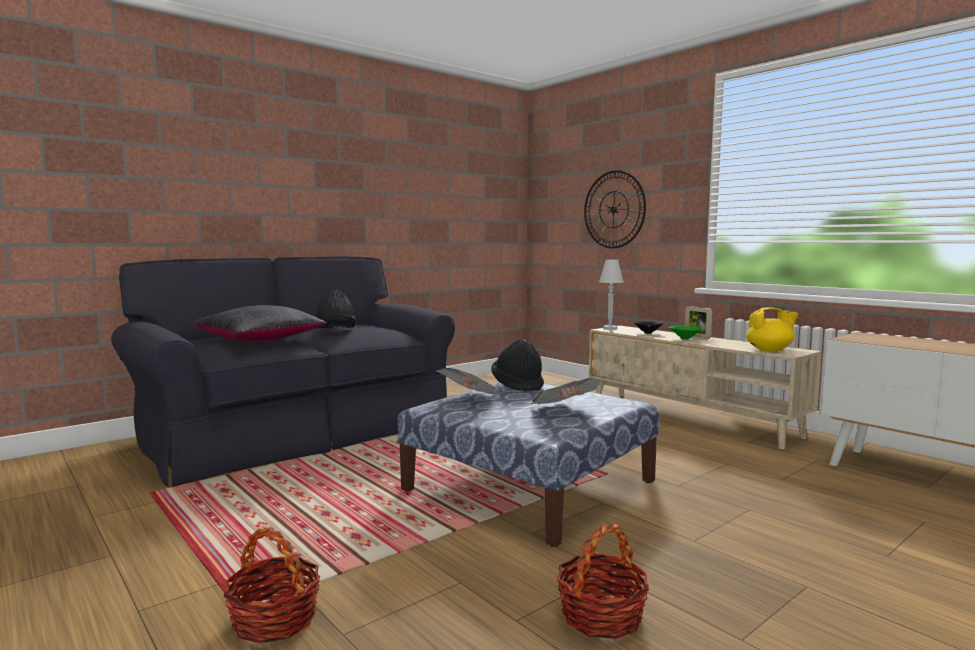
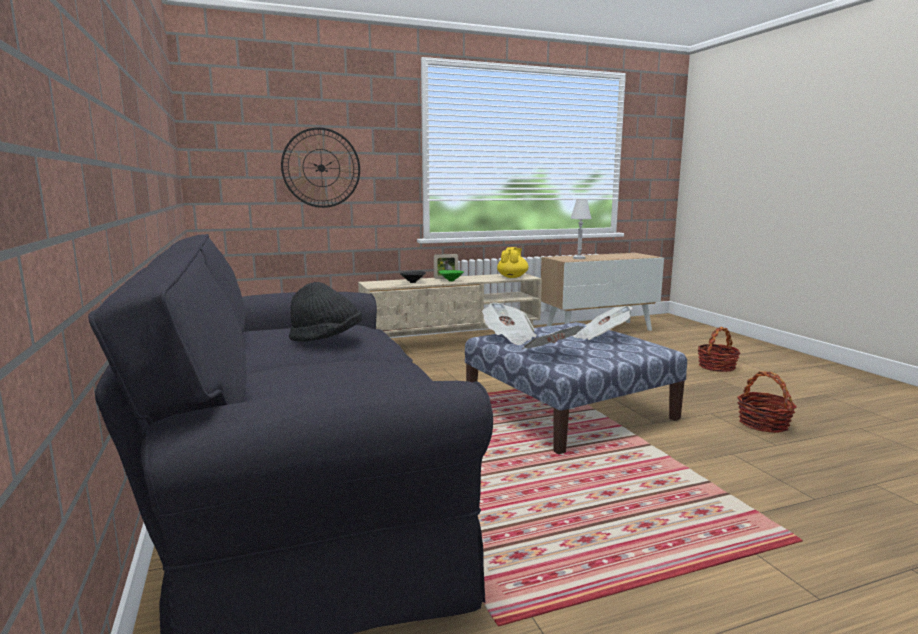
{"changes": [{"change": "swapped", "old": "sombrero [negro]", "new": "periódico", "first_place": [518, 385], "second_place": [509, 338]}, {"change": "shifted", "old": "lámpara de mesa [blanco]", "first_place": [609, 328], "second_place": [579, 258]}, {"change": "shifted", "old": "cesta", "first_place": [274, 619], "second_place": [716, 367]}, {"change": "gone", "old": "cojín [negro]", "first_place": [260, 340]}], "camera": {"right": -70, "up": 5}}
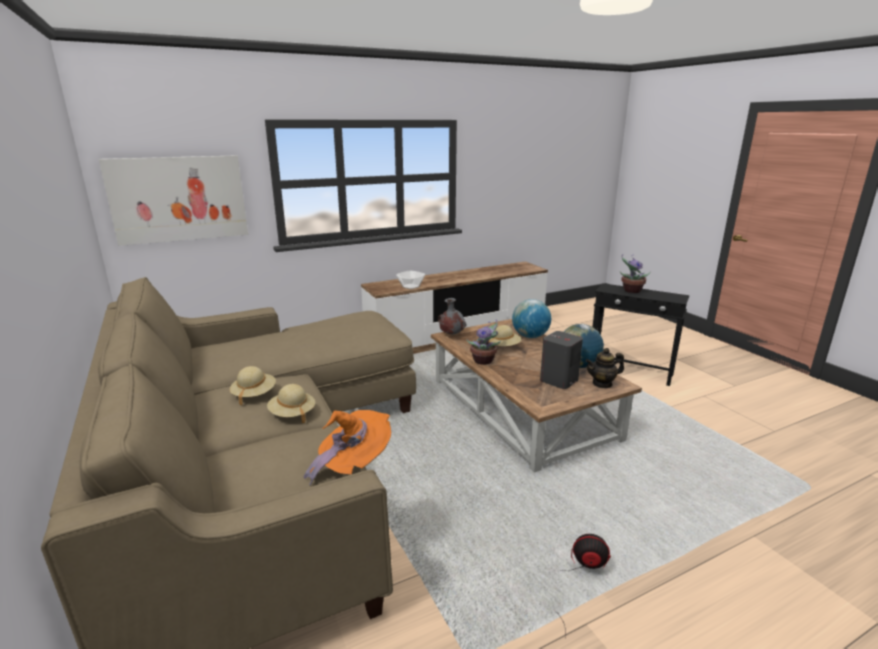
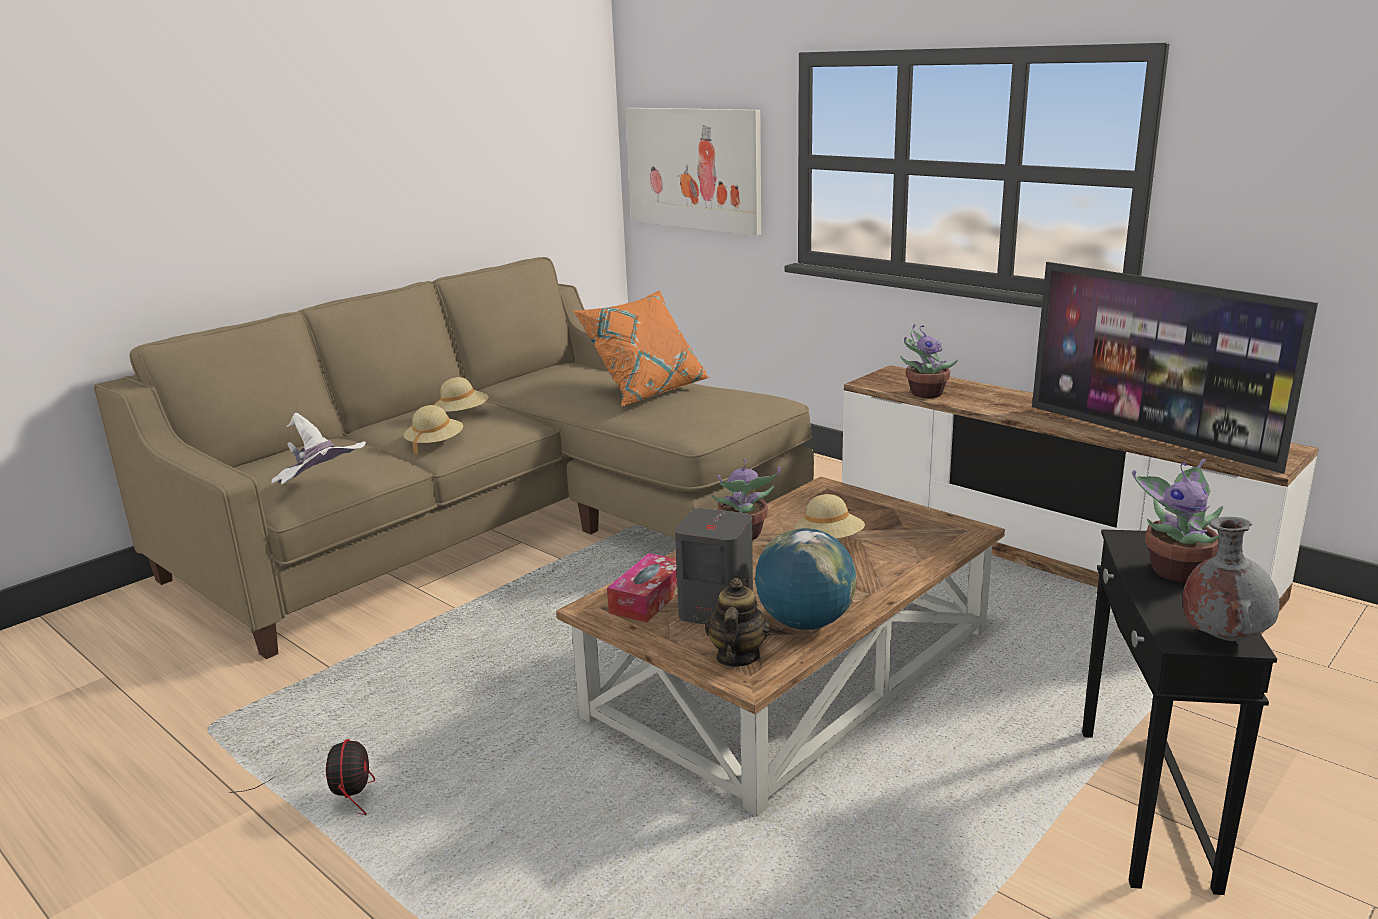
{"changes": [{"change": "repainted", "old": "sombrero [naranja]", "new": "sombrero [blanco]", "first_place": [353, 464], "second_place": [321, 491]}, {"change": "new", "new": "cojín [naranja]", "second_place": [646, 391]}, {"change": "new", "new": "caja de pañuelos", "second_place": [648, 599]}, {"change": "rotated", "old": "tetera", "first_place": [602, 383], "second_place": [737, 656], "degrees": 45}, {"change": "swapped", "old": "cuenco", "new": "planta en maceta", "first_place": [410, 287], "second_place": [924, 394]}, {"change": "new", "new": "televisor", "second_place": [1150, 437]}, {"change": "shifted", "old": "florero [gris]", "first_place": [451, 334], "second_place": [1222, 637]}, {"change": "gone", "old": "globo terráqueo", "first_place": [530, 336]}], "camera": {"right": 70, "up": 0}}
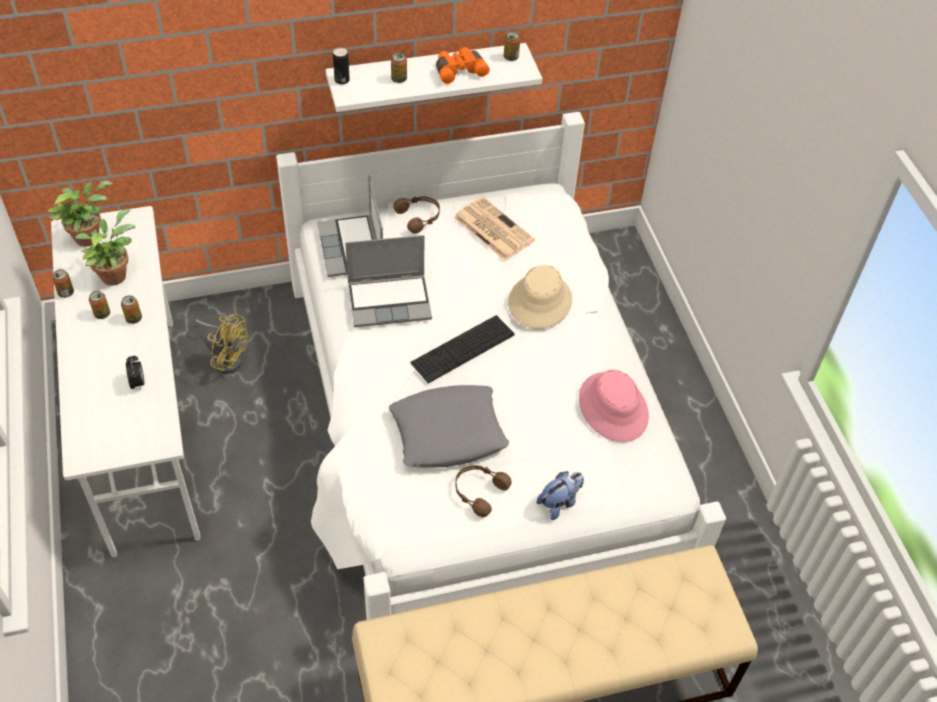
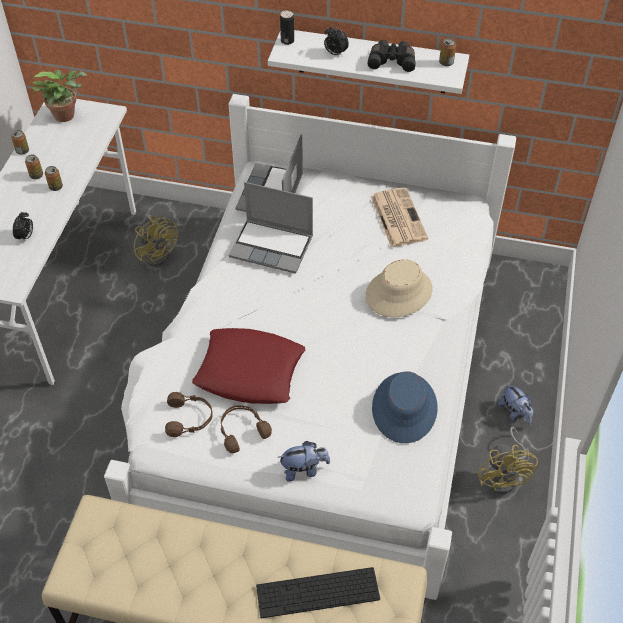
{"changes": [{"change": "shifted", "old": "auriculares [marrón]", "first_place": [419, 217], "second_place": [190, 418]}, {"change": "repainted", "old": "cojín [gris]", "new": "cojín [rojo]", "first_place": [448, 432], "second_place": [250, 371]}, {"change": "shifted", "old": "teclado", "first_place": [463, 348], "second_place": [317, 592]}, {"change": "swapped", "old": "lata", "new": "despertador", "first_place": [399, 79], "second_place": [335, 53]}, {"change": "repainted", "old": "prismáticos [naranja]", "new": "prismáticos [negro]", "first_place": [459, 70], "second_place": [392, 61]}, {"change": "repainted", "old": "sombrero [rosa]", "new": "sombrero [azul]", "first_place": [613, 407], "second_place": [404, 408]}, {"change": "new", "new": "ventilador [amarillo]", "second_place": [504, 475]}, {"change": "new", "new": "peluche", "second_place": [514, 413]}, {"change": "gone", "old": "planta en maceta", "first_place": [115, 274]}], "camera": {"right": 30, "up": 0}}
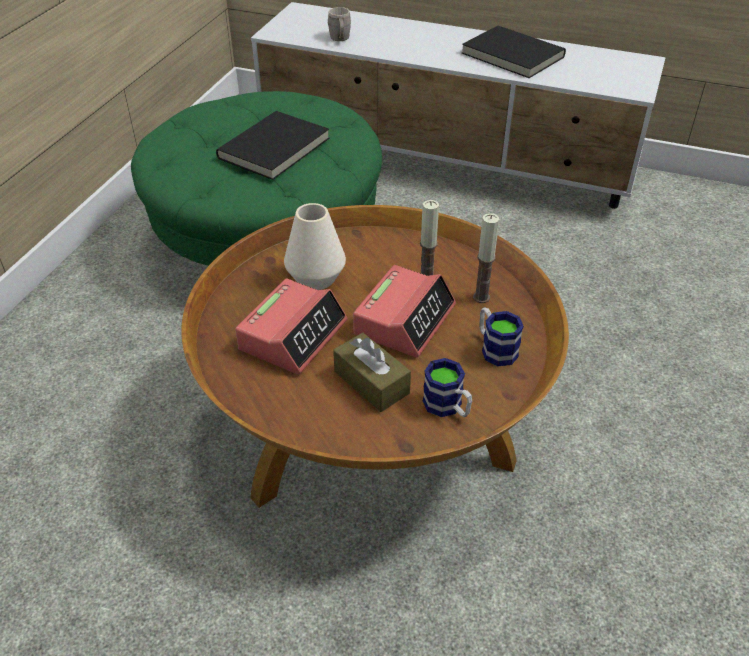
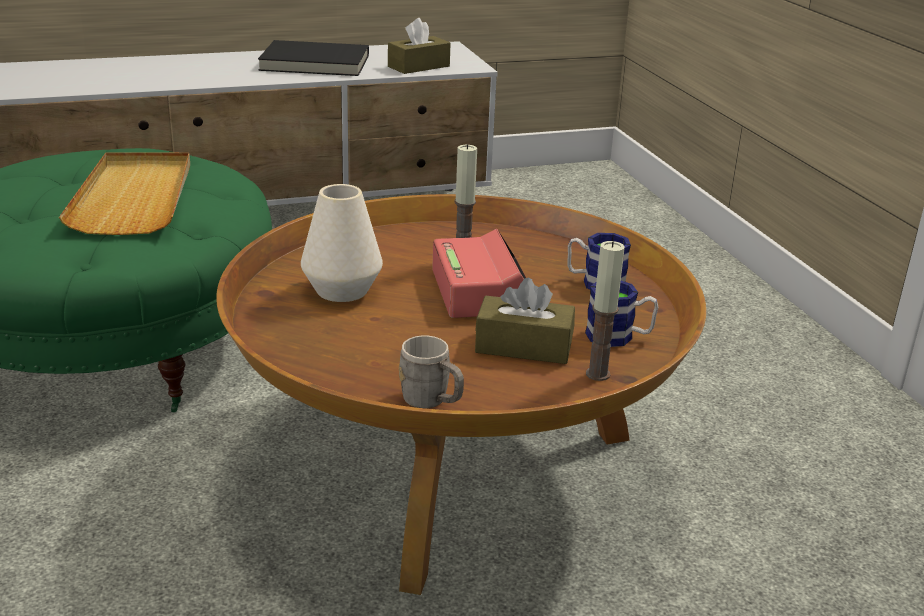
{"changes": [{"change": "swapped", "old": "libro [negro]", "new": "bandeja [beis]", "first_place": [276, 149], "second_place": [135, 197]}, {"change": "new", "new": "caja de pañuelos [marrón]", "second_place": [418, 66]}, {"change": "shifted", "old": "taza grande [gris]", "first_place": [340, 39], "second_place": [431, 402]}, {"change": "shifted", "old": "vela", "first_place": [481, 297], "second_place": [597, 374]}, {"change": "gone", "old": "despertador", "first_place": [293, 335]}], "camera": {"right": -40, "up": -15}}
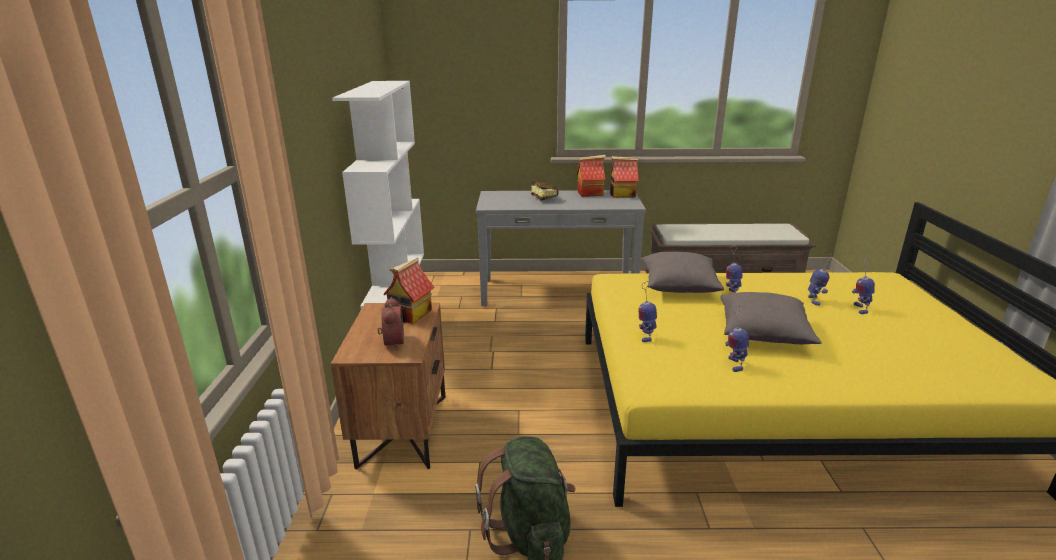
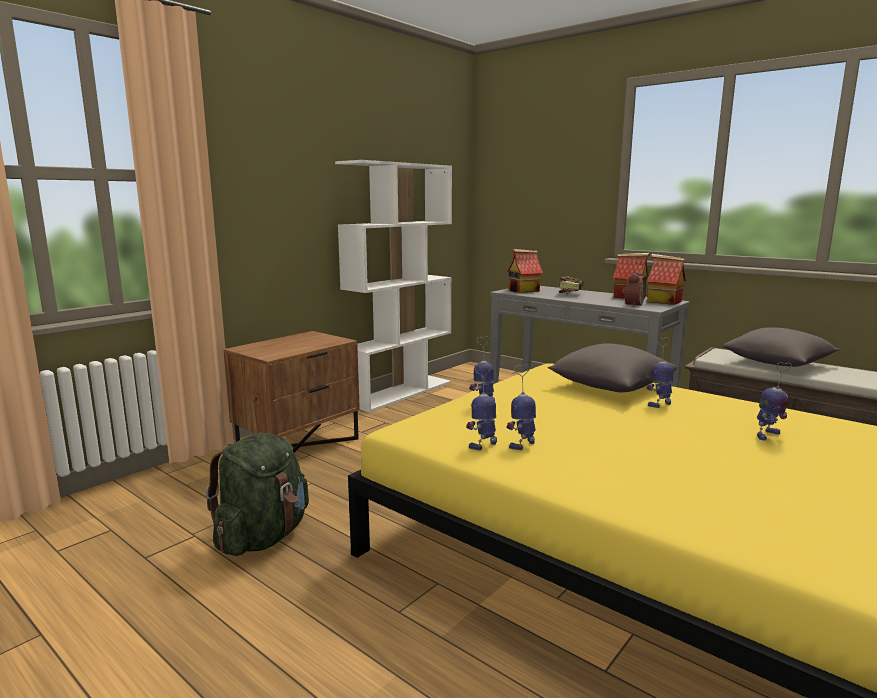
{"changes": [{"change": "shifted", "old": "robot de juguete", "first_place": [859, 309], "second_place": [484, 444]}, {"change": "shifted", "old": "casita", "first_place": [411, 314], "second_place": [523, 291]}, {"change": "shifted", "old": "despertador", "first_place": [392, 342], "second_place": [632, 304]}, {"change": "shifted", "old": "cojín [gris]", "first_place": [763, 334], "second_place": [778, 364]}], "camera": {"right": 40, "up": -10}}
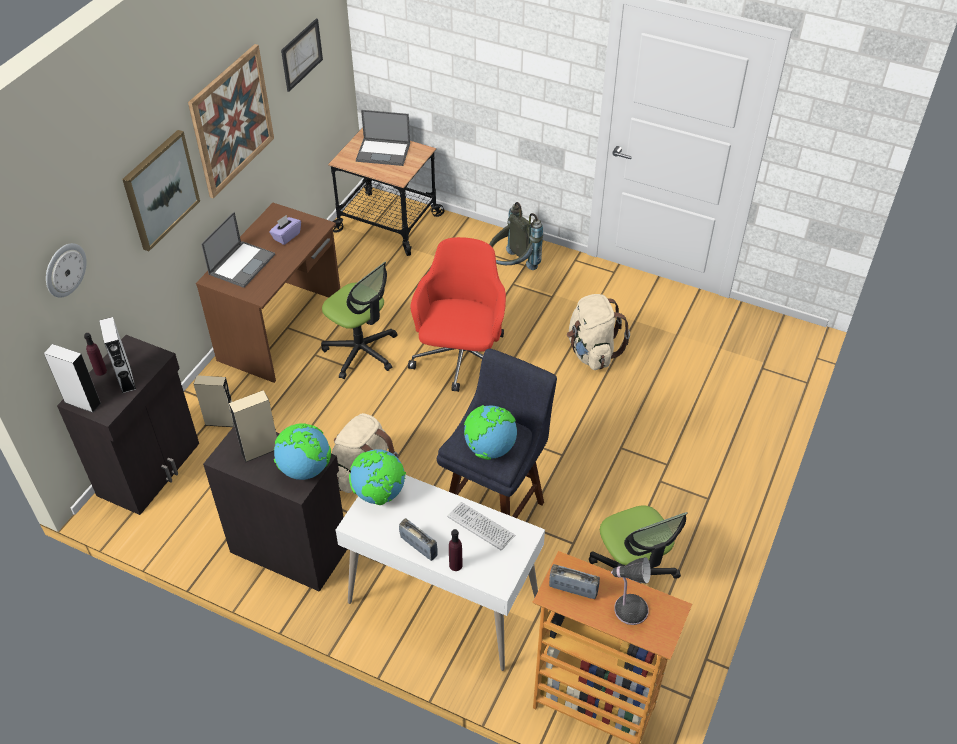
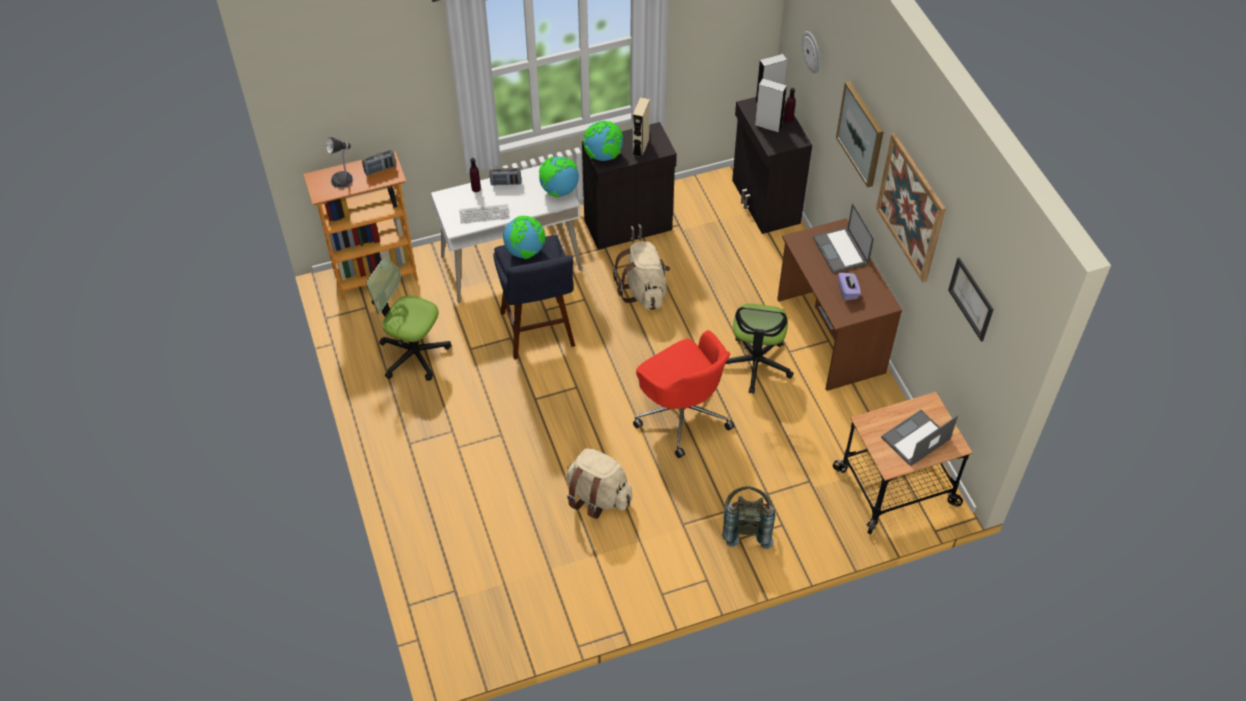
{"changes": [{"change": "rotated", "old": "silla de oficina", "first_place": [361, 351], "second_place": [755, 364], "degrees": -75}, {"change": "gone", "old": "altavoz [beis]", "first_place": [221, 421]}], "camera": {"right": 135, "up": 5}}
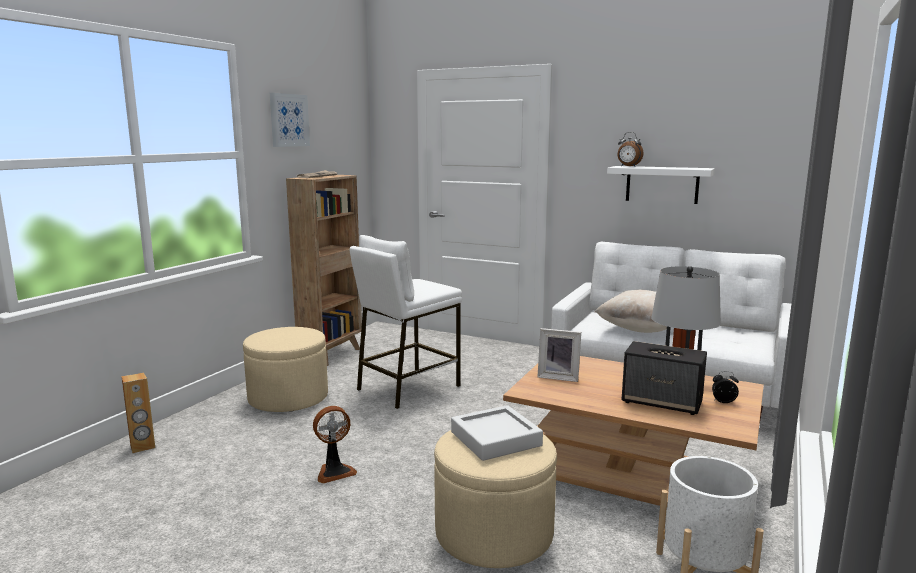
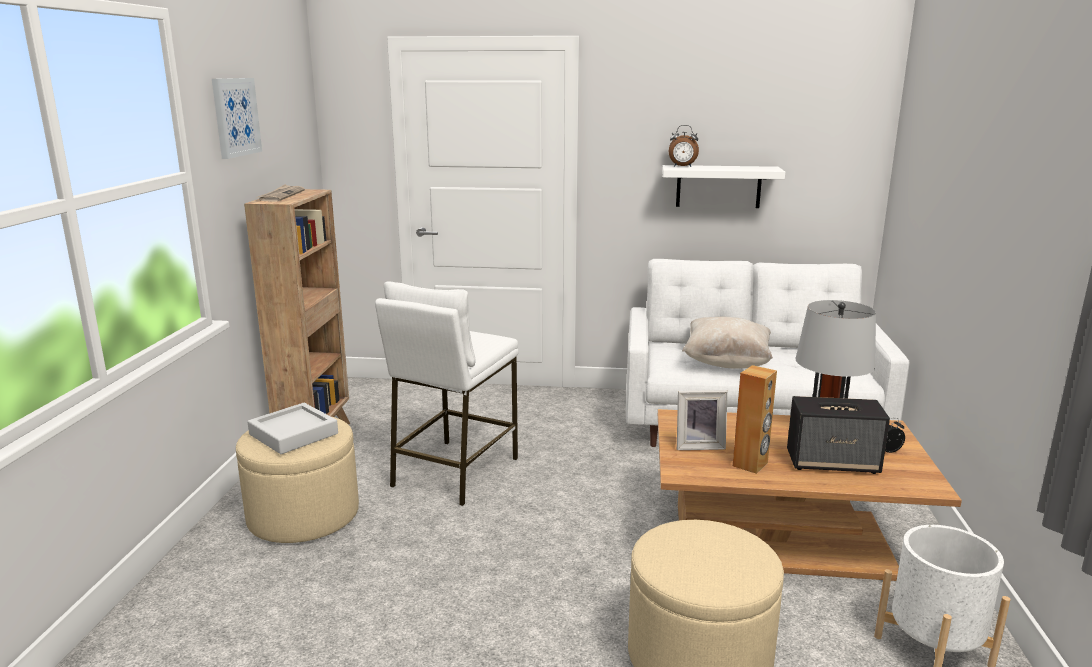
{"changes": [{"change": "shifted", "old": "bandeja [gris]", "first_place": [495, 439], "second_place": [293, 434]}, {"change": "shifted", "old": "altavoz [marrón]", "first_place": [142, 447], "second_place": [750, 464]}, {"change": "gone", "old": "ventilador", "first_place": [334, 472]}], "camera": {"right": -20, "up": 5}}
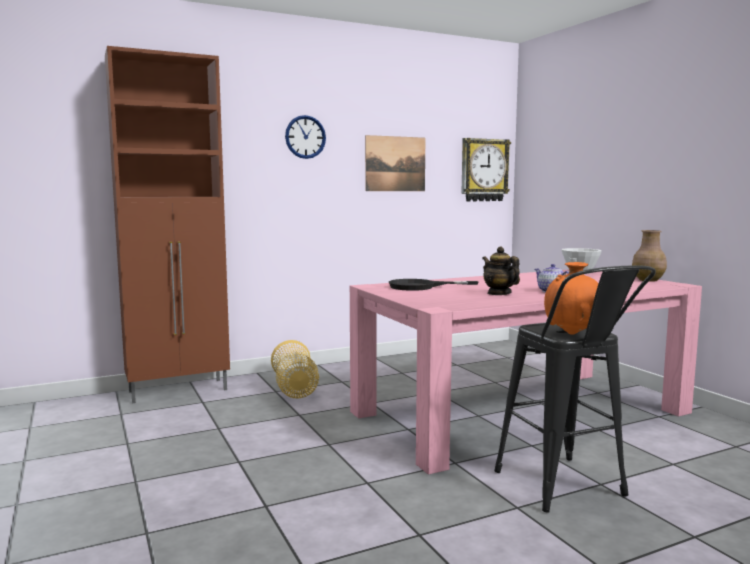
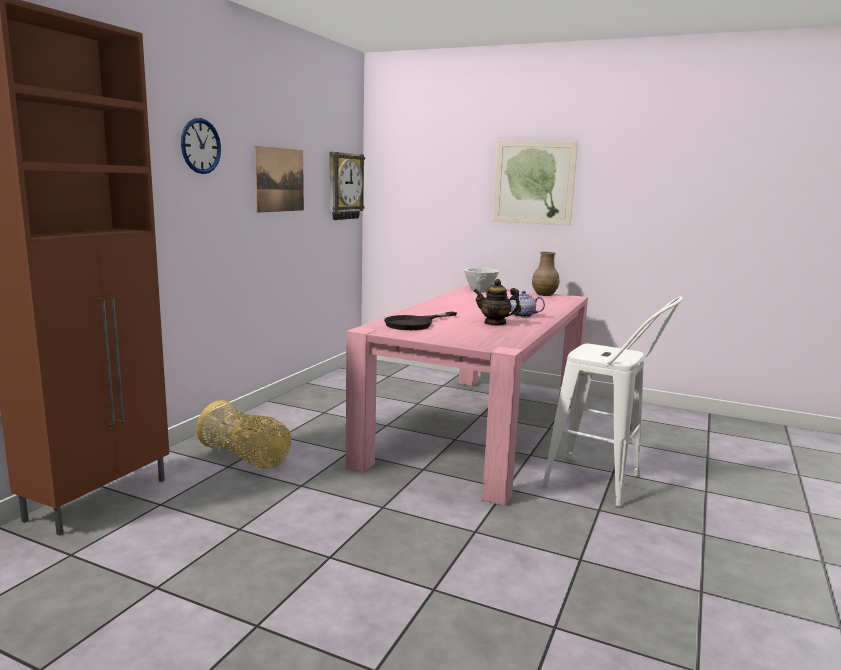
{"changes": [{"change": "new", "new": "cuadro", "second_place": [534, 182]}, {"change": "repainted", "old": "taburete [negro]", "new": "taburete [blanco]", "first_place": [566, 490], "second_place": [603, 484]}, {"change": "gone", "old": "florero [naranja]", "first_place": [572, 334]}], "camera": {"right": -40, "up": 5}}
